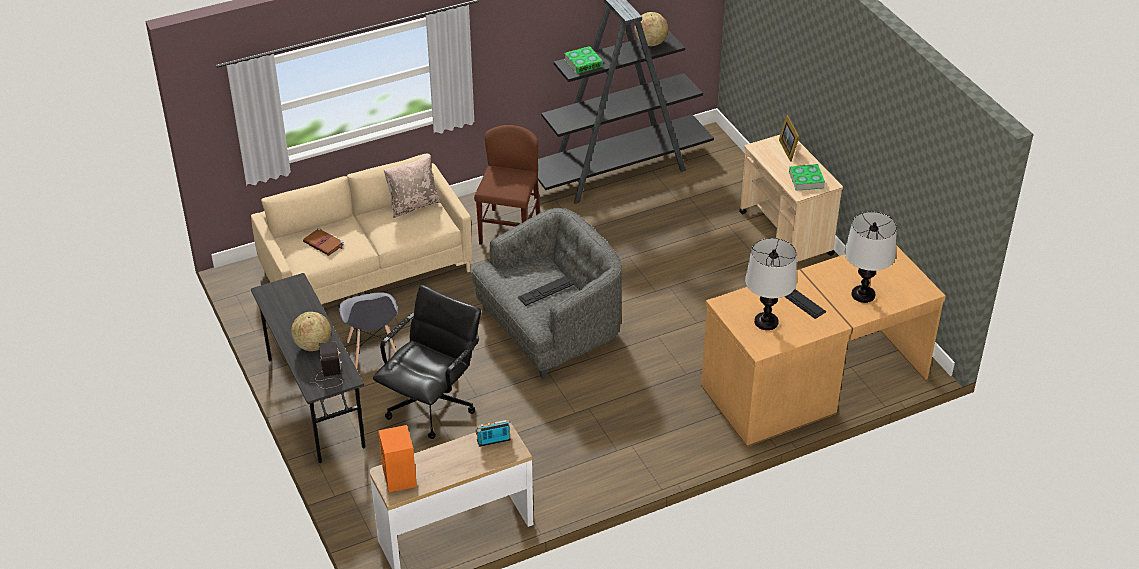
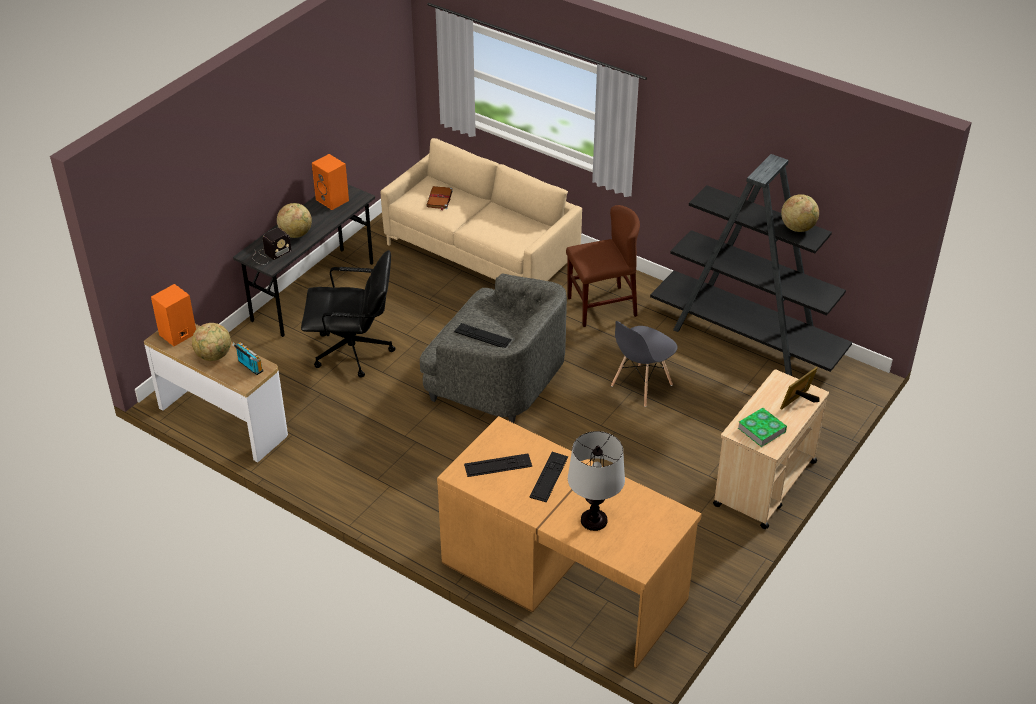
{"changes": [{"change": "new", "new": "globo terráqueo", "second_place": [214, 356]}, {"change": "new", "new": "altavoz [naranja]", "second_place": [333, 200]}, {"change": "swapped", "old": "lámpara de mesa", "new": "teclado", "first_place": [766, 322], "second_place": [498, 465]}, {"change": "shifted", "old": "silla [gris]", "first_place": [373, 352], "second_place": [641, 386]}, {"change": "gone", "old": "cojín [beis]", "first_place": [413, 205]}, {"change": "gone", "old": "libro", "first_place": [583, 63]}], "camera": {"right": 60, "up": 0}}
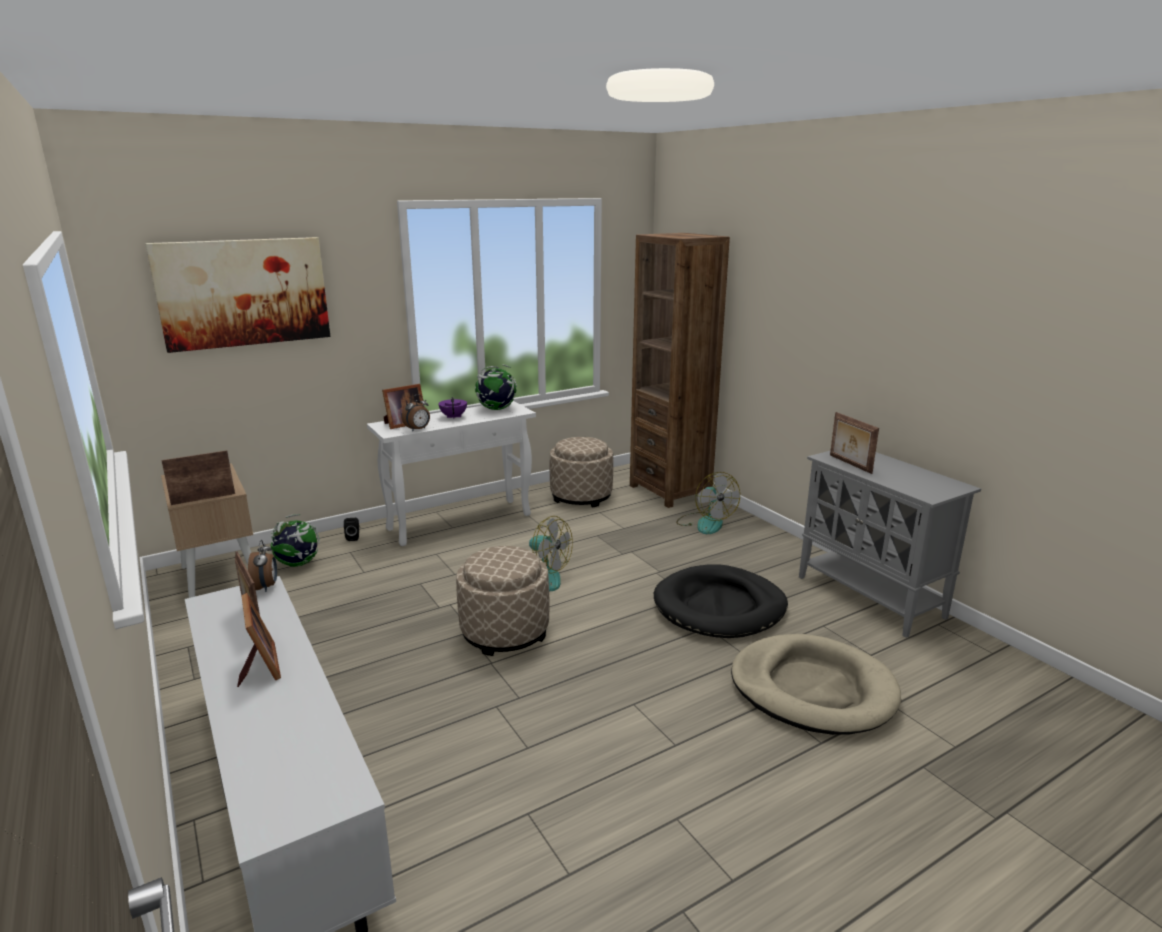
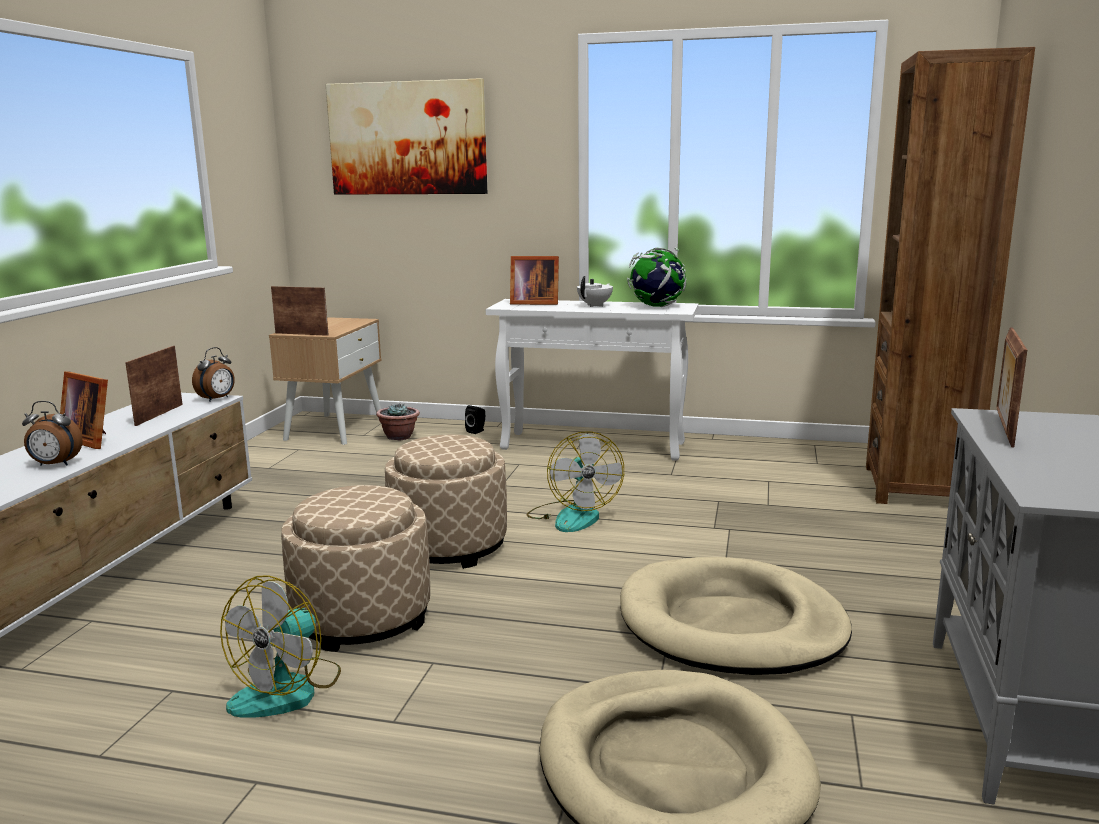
{"changes": [{"change": "shifted", "old": "despertador", "first_place": [418, 429], "second_place": [55, 465]}, {"change": "rotated", "old": "portarretratos", "first_place": [259, 667], "second_place": [91, 439], "degrees": 105}, {"change": "shifted", "old": "ventilador", "first_place": [705, 523], "second_place": [287, 689]}, {"change": "shifted", "old": "puf [beis]", "first_place": [581, 496], "second_place": [361, 617]}, {"change": "swapped", "old": "globo terráqueo", "new": "planta en maceta", "first_place": [298, 564], "second_place": [399, 437]}, {"change": "repainted", "old": "tetera [morado]", "new": "tetera [blanco]", "first_place": [454, 417], "second_place": [595, 305]}, {"change": "repainted", "old": "cama para perro [negro]", "new": "cama para perro [beis]", "first_place": [719, 607], "second_place": [731, 625]}], "camera": {"right": 45, "up": -5}}
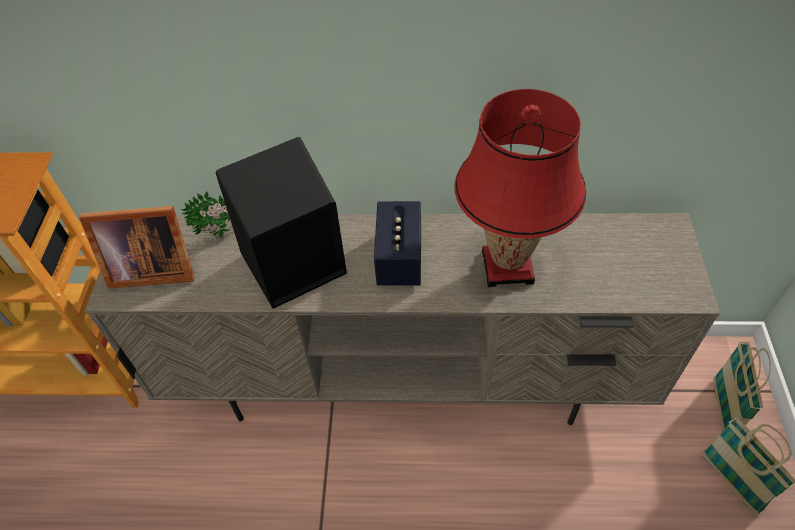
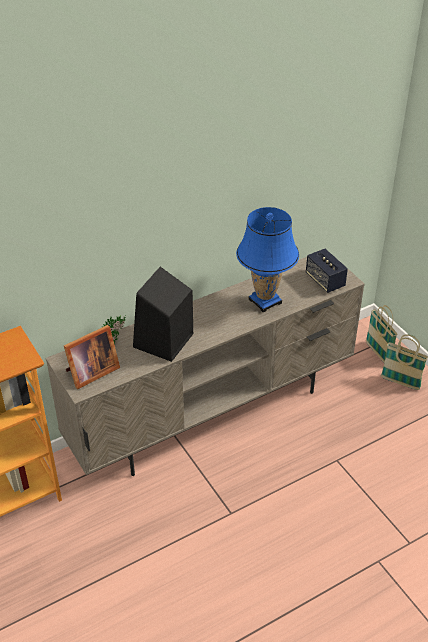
{"changes": [{"change": "repainted", "old": "lámpara de mesa [rojo]", "new": "lámpara de mesa [azul]", "first_place": [506, 267], "second_place": [265, 301]}, {"change": "shifted", "old": "altavoz", "first_place": [399, 259], "second_place": [325, 281]}], "camera": {"right": -35, "up": -10}}
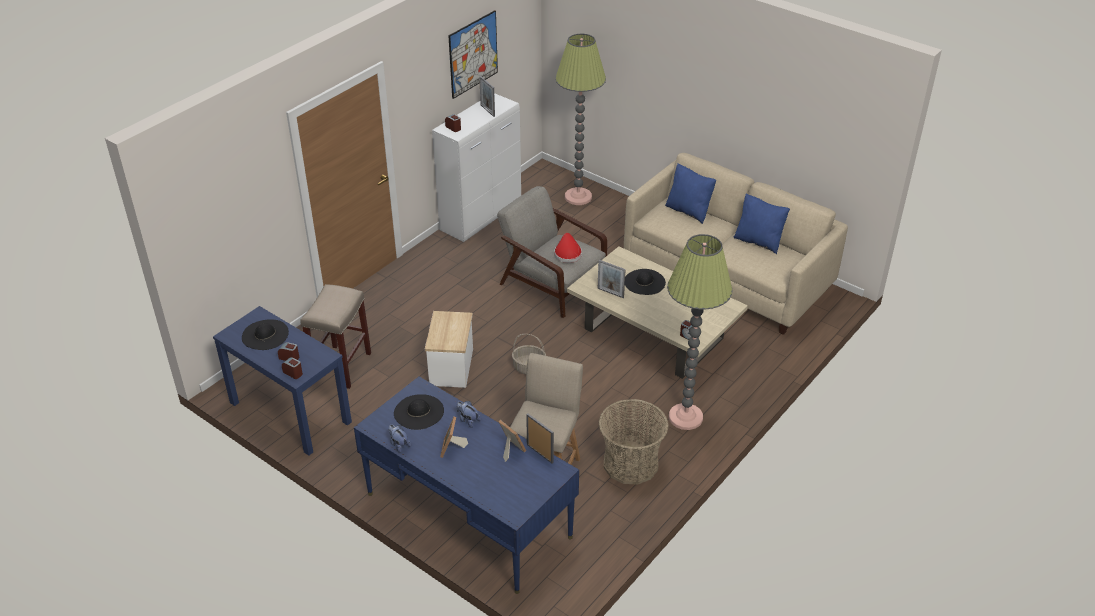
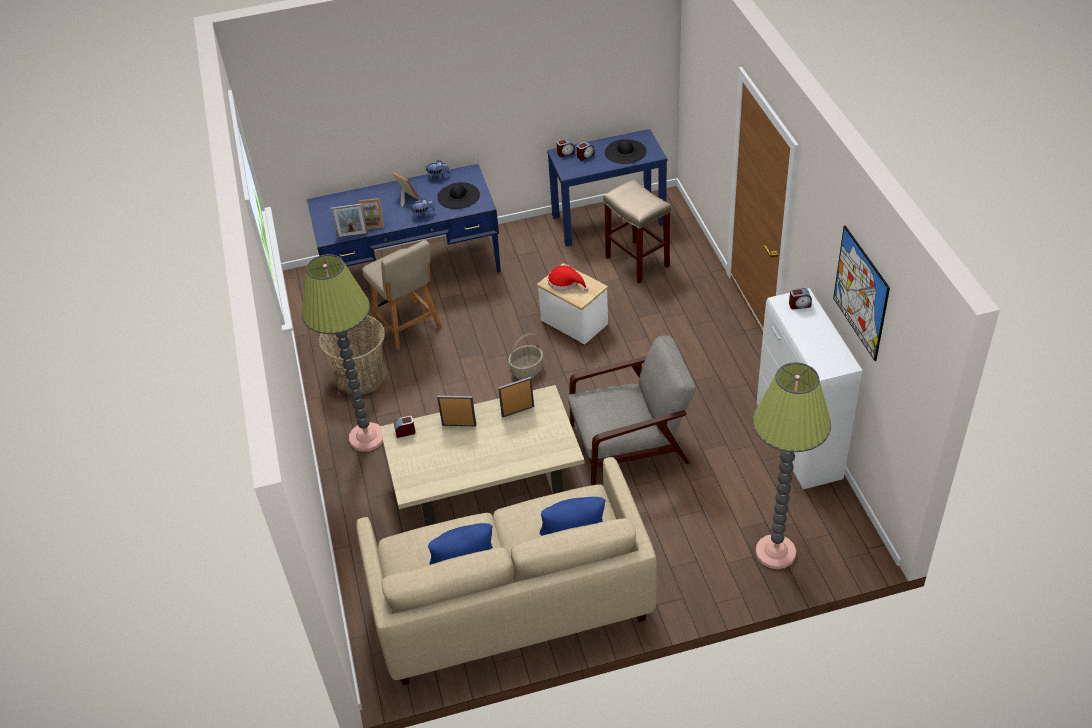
{"changes": [{"change": "shifted", "old": "portarretratos", "first_place": [487, 110], "second_place": [459, 425]}, {"change": "shifted", "old": "sombrero [rojo]", "first_place": [567, 253], "second_place": [565, 282]}, {"change": "gone", "old": "sombrero [negro]", "first_place": [644, 282]}], "camera": {"right": 130, "up": 5}}
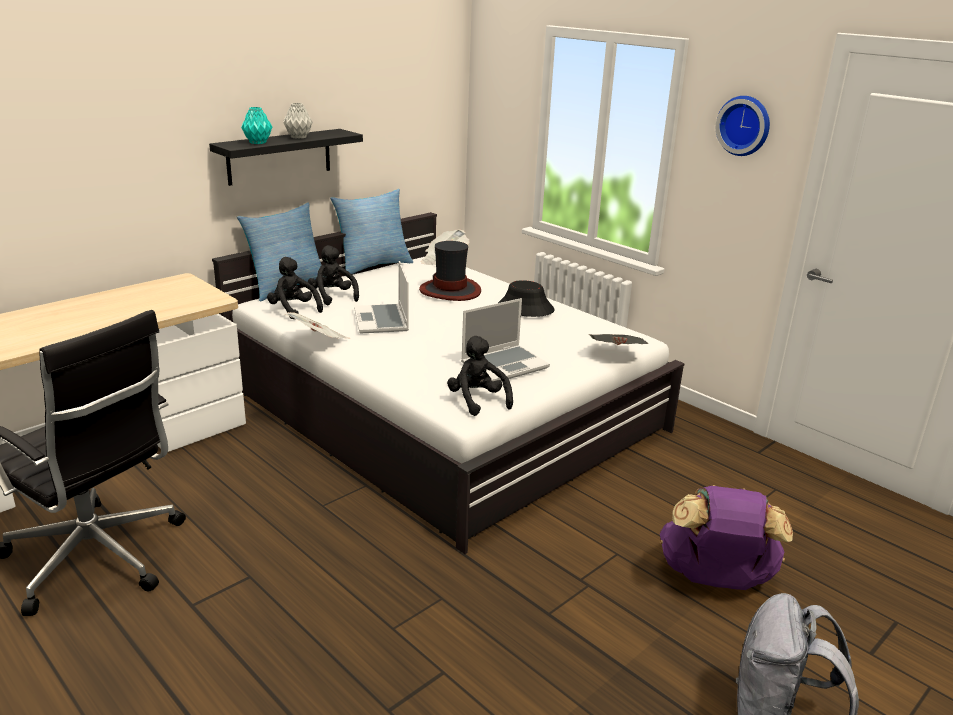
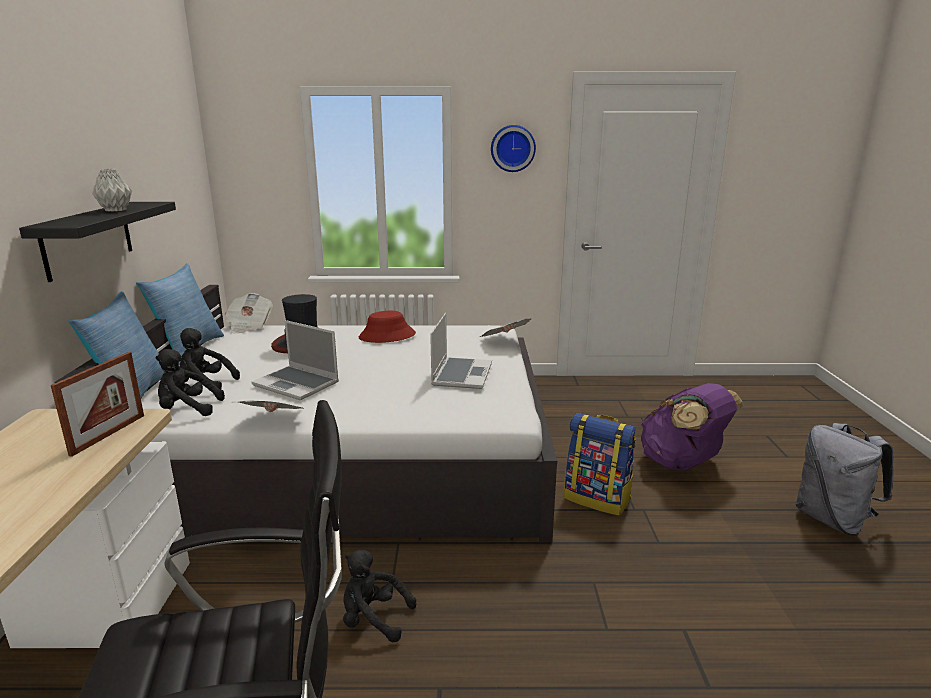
{"changes": [{"change": "new", "new": "portarretratos", "second_place": [108, 434]}, {"change": "shifted", "old": "peluche [negro]", "first_place": [477, 401], "second_place": [373, 619]}, {"change": "repainted", "old": "sombrero [negro]", "new": "sombrero [rojo]", "first_place": [525, 308], "second_place": [387, 336]}, {"change": "new", "new": "mochila", "second_place": [597, 498]}, {"change": "gone", "old": "florero [turquesa]", "first_place": [257, 142]}], "camera": {"right": -45, "up": -5}}
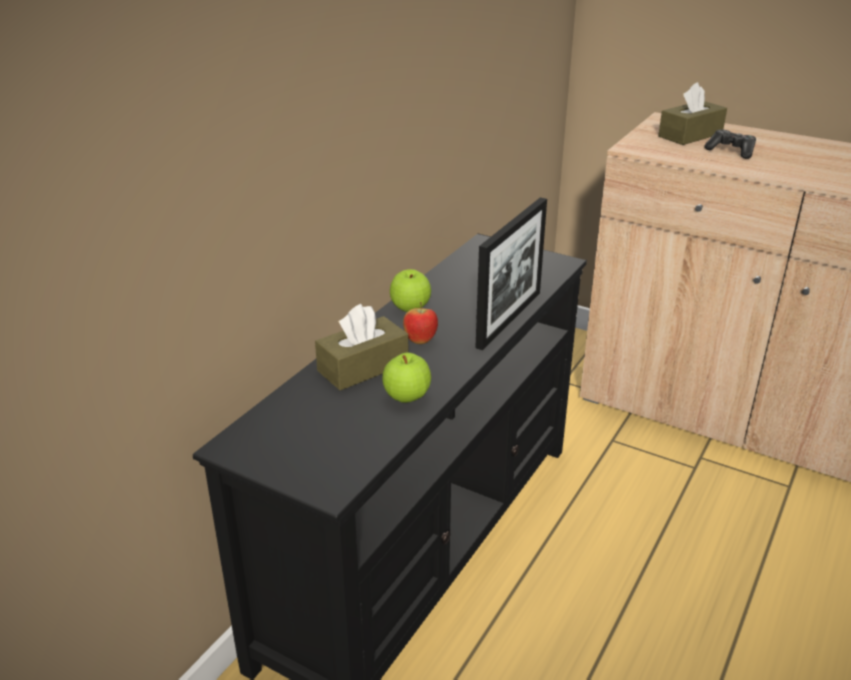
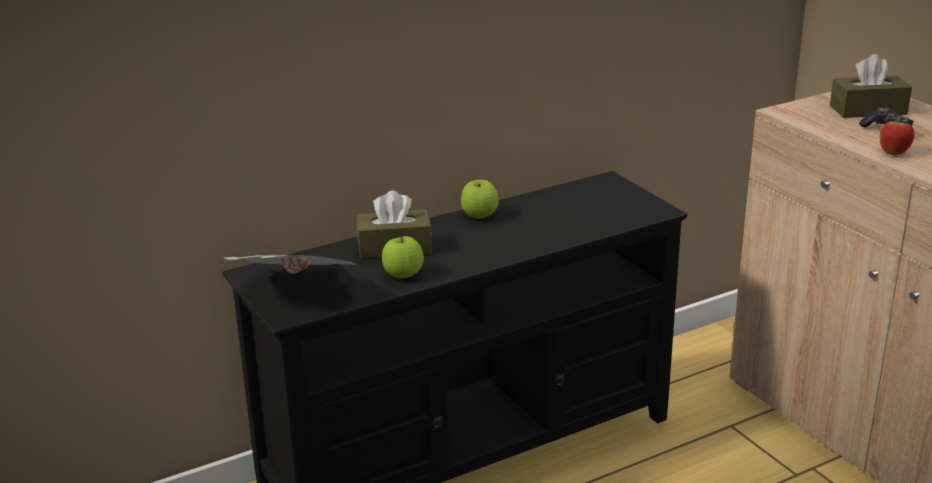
{"changes": [{"change": "new", "new": "periódico", "second_place": [298, 292]}, {"change": "shifted", "old": "manzana", "first_place": [420, 341], "second_place": [893, 153]}, {"change": "gone", "old": "portarretratos", "first_place": [509, 319]}], "camera": {"right": 30, "up": -5}}
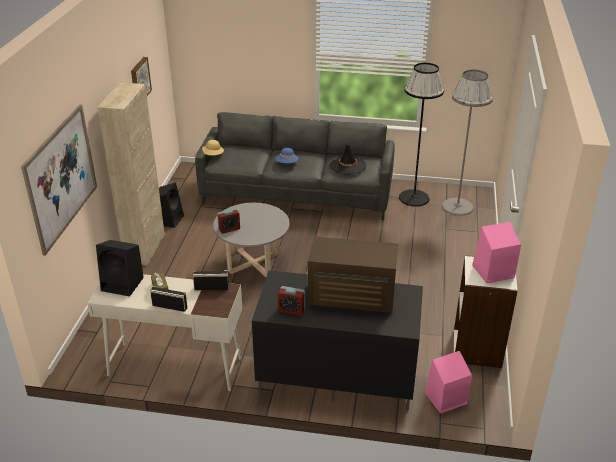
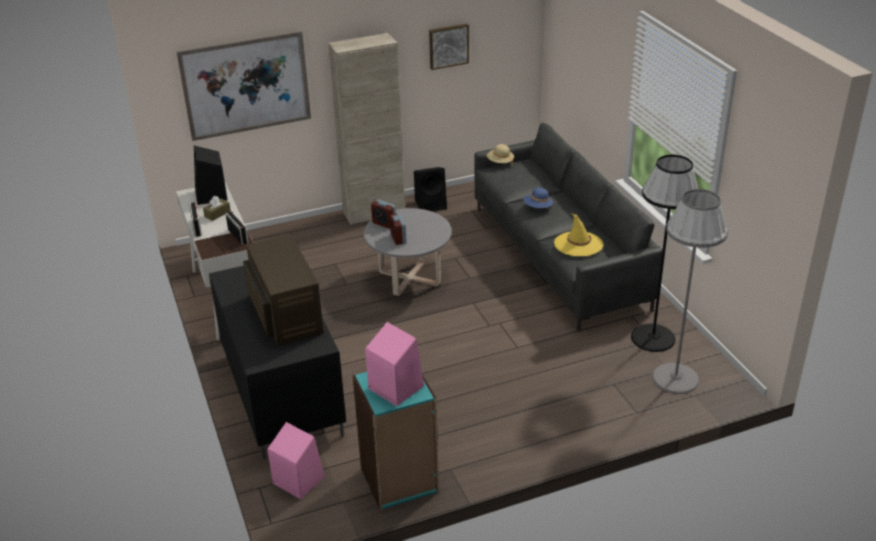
{"changes": [{"change": "repainted", "old": "estantería [blanco]", "new": "estantería [turquesa]", "first_place": [478, 348], "second_place": [399, 481]}, {"change": "shifted", "old": "despertador", "first_place": [291, 310], "second_place": [398, 238]}, {"change": "repainted", "old": "sombrero [negro]", "new": "sombrero [amarillo]", "first_place": [347, 166], "second_place": [578, 244]}], "camera": {"right": 60, "up": 0}}
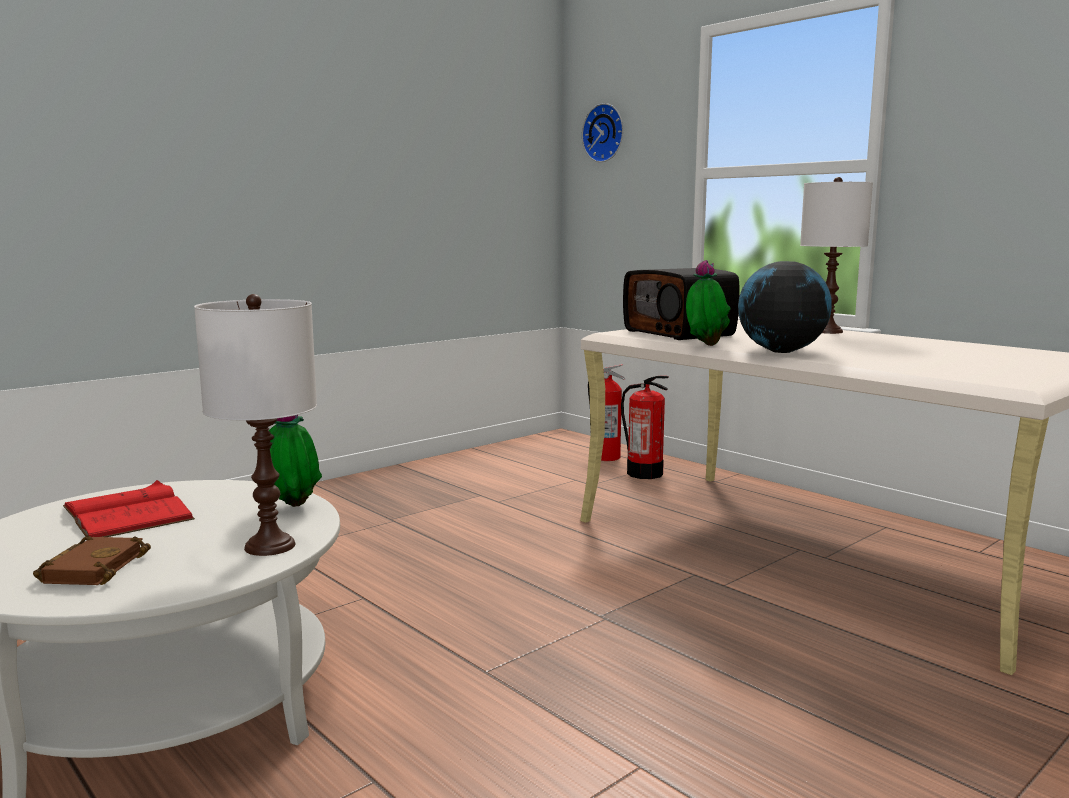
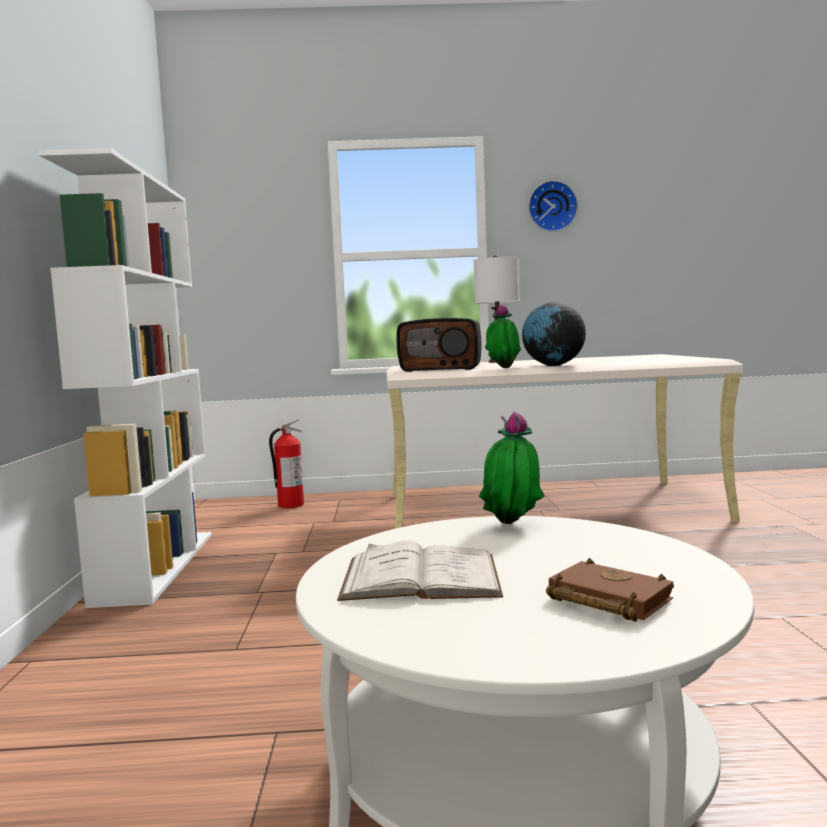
{"changes": [{"change": "new", "new": "estantería [blanco]", "second_place": [156, 566]}, {"change": "repainted", "old": "libro [rojo]", "new": "libro [blanco]", "first_place": [127, 513], "second_place": [421, 576]}, {"change": "shifted", "old": "reloj de pared", "first_place": [605, 133], "second_place": [552, 207]}, {"change": "gone", "old": "lámpara de mesa [blanco]", "first_place": [269, 546]}, {"change": "gone", "old": "extintor", "first_place": [644, 473]}], "camera": {"right": -50, "up": -5}}
